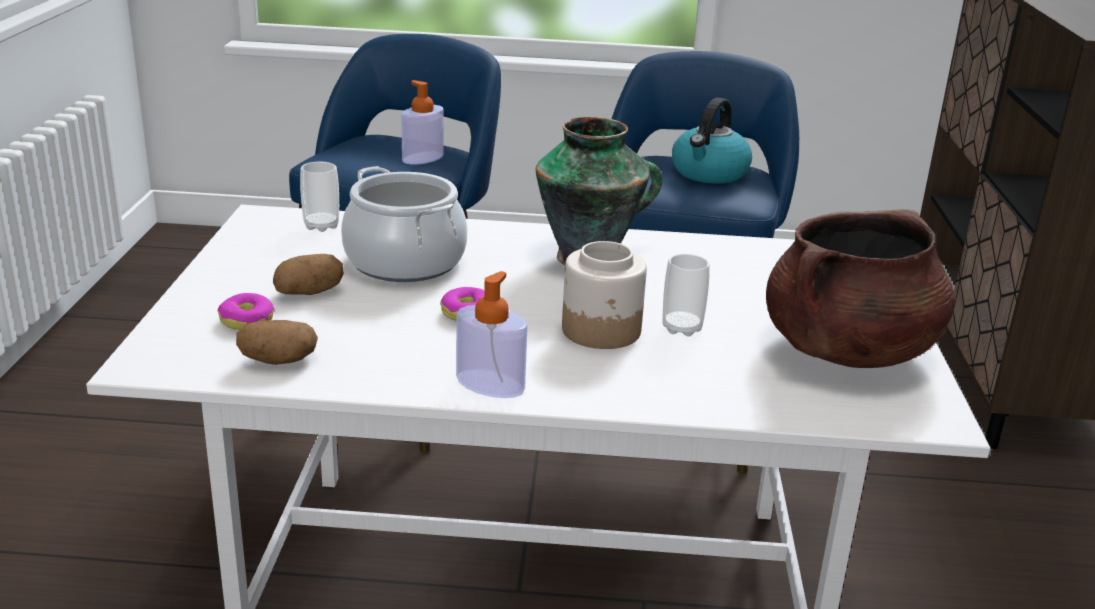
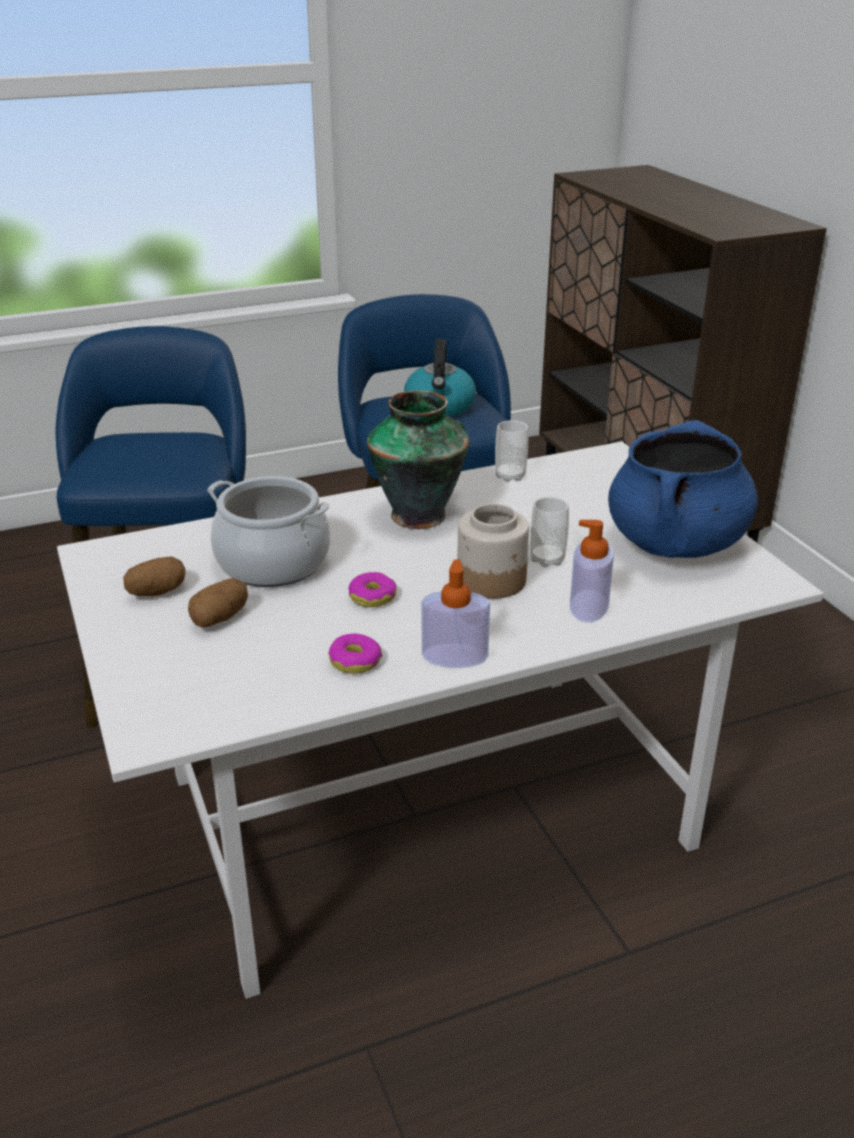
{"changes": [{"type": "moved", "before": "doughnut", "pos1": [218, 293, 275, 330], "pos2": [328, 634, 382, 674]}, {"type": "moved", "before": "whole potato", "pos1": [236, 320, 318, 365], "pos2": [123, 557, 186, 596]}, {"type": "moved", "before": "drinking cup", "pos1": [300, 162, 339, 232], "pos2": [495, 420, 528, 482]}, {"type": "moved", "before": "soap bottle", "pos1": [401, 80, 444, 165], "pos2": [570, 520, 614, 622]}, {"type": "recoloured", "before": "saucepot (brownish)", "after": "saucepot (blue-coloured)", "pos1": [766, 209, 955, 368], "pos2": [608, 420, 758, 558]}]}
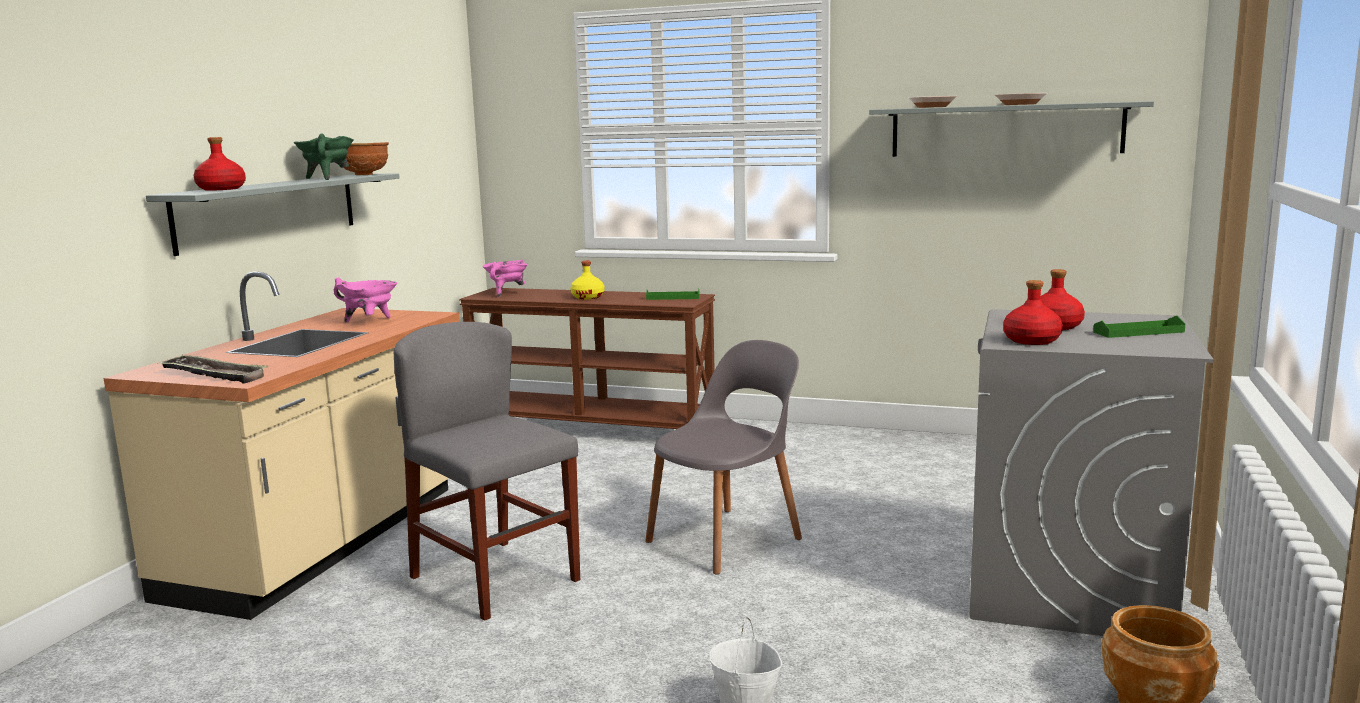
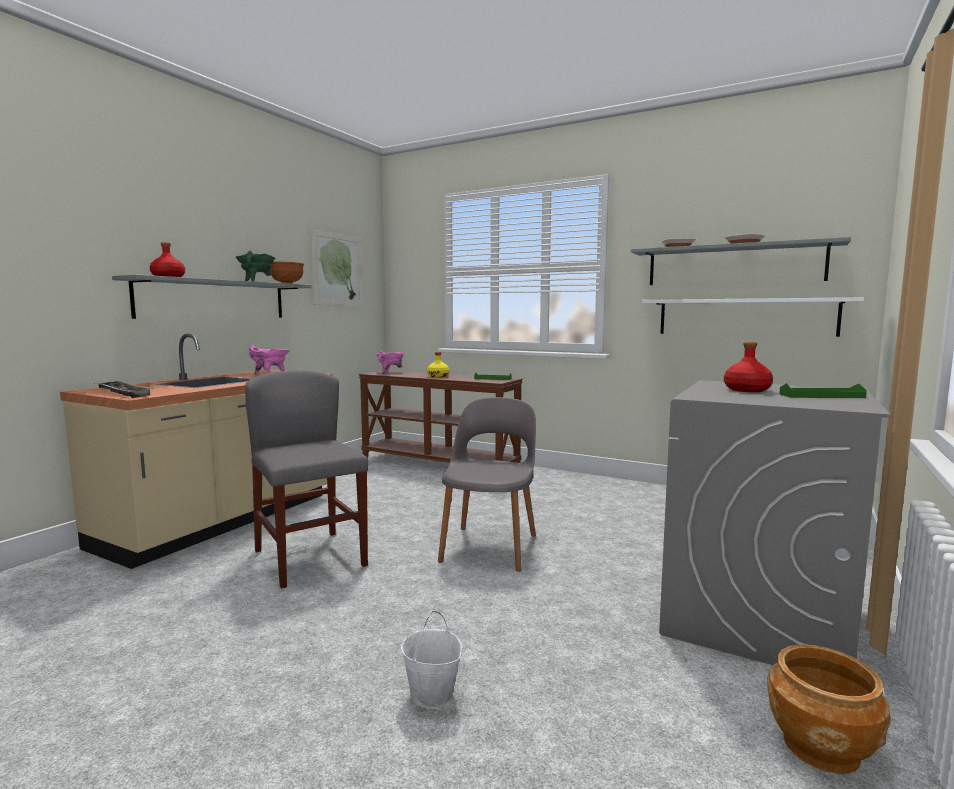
{"changes": [{"type": "turned", "before": "upright chair (gray)", "pos1": [645, 340, 802, 574], "pos2": [438, 397, 536, 572], "turn": -45}, {"type": "removed", "before": "bottle (red-coloured)", "pos1": [1003, 280, 1063, 345]}, {"type": "added", "after": "wall picture", "pos2": [311, 230, 363, 306]}, {"type": "added", "after": "shelf (whitish)", "pos2": [642, 297, 864, 337]}]}
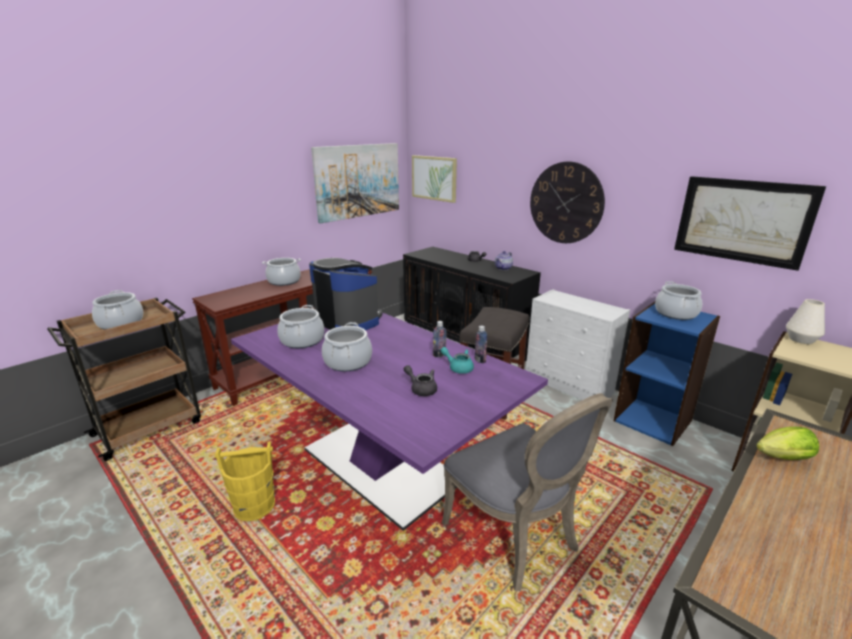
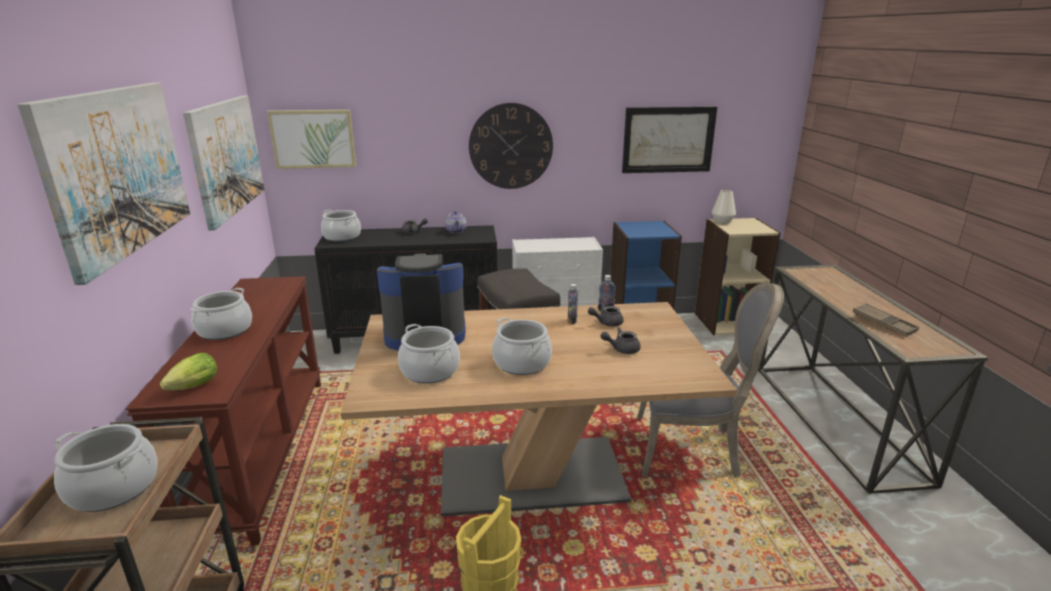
{"changes": [{"type": "recoloured", "before": "dinner table (purplish)", "after": "dinner table (brownish)", "pos1": [231, 312, 548, 531], "pos2": [341, 302, 737, 517]}, {"type": "recoloured", "before": "teapot (turquoise)", "after": "teapot (gray)", "pos1": [440, 347, 474, 374], "pos2": [588, 303, 624, 326]}, {"type": "moved", "before": "saucepot", "pos1": [655, 281, 702, 320], "pos2": [321, 210, 361, 242]}, {"type": "moved", "before": "lettuce", "pos1": [756, 427, 819, 460], "pos2": [160, 353, 217, 390]}, {"type": "added", "after": "wall picture", "pos2": [17, 83, 190, 285]}, {"type": "added", "after": "tray (brownish)", "pos2": [853, 303, 919, 336]}]}
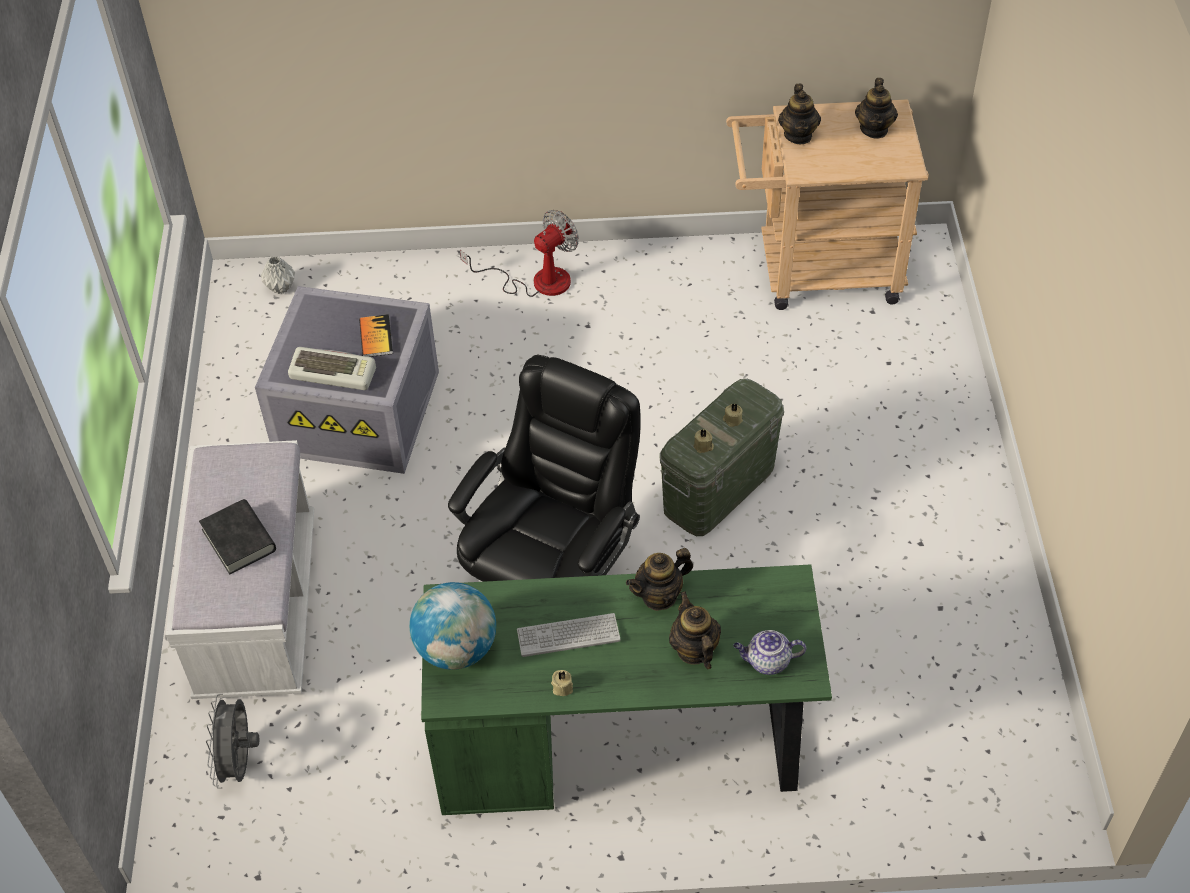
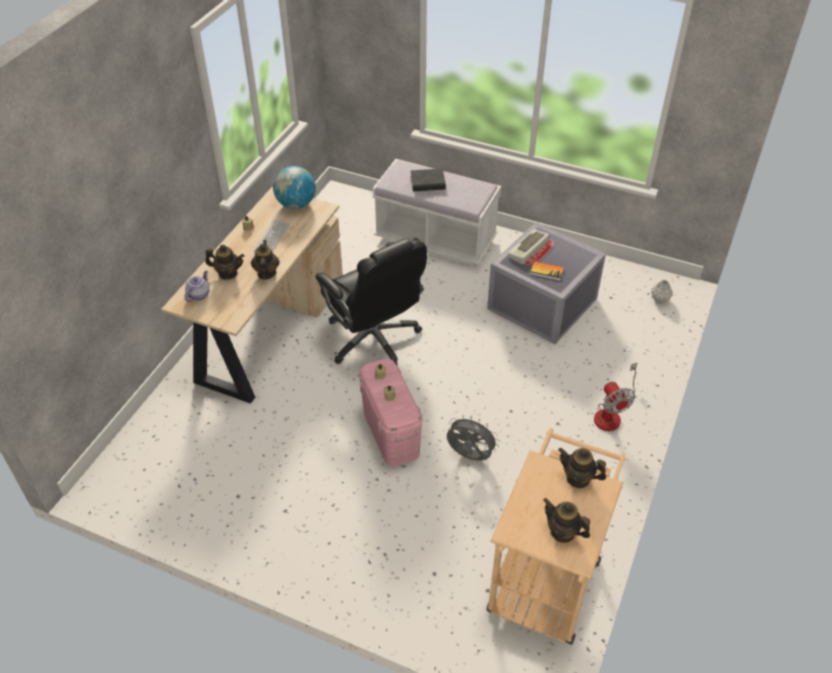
{"changes": [{"type": "moved", "before": "fan (gray)", "pos1": [206, 694, 259, 789], "pos2": [447, 415, 500, 460]}, {"type": "recoloured", "before": "desk (greenish)", "after": "desk (beige)", "pos1": [421, 564, 832, 815], "pos2": [161, 187, 343, 404]}, {"type": "recoloured", "before": "storage container (greenish)", "after": "storage container (pink-coloured)", "pos1": [659, 379, 784, 536], "pos2": [359, 359, 423, 467]}]}
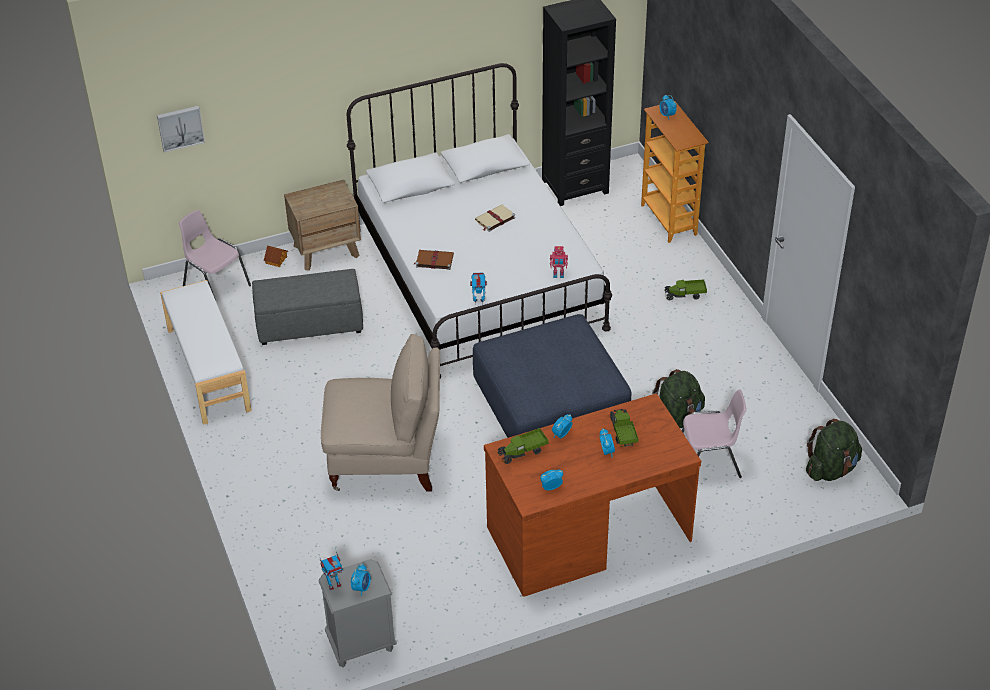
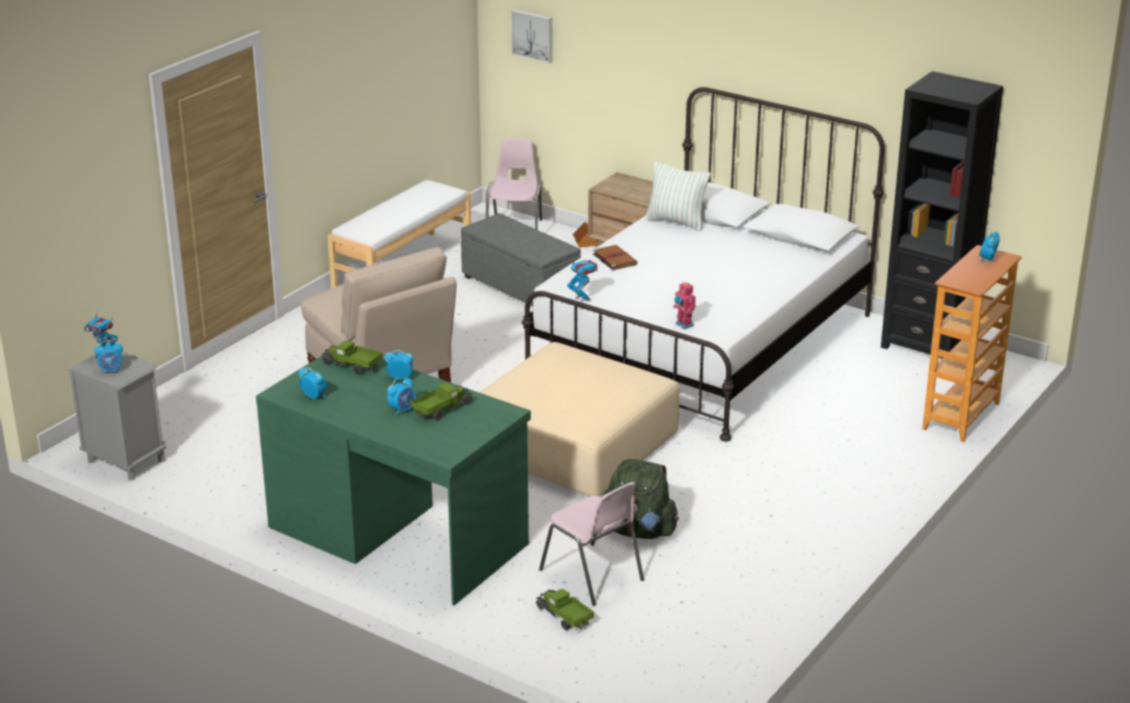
{"changes": [{"type": "recoloured", "before": "footrest (blue-coloured)", "after": "footrest (beige)", "pos1": [473, 314, 631, 438], "pos2": [479, 342, 679, 497]}, {"type": "removed", "before": "bound book (beige)", "pos1": [475, 204, 515, 232]}, {"type": "recoloured", "before": "desk (brownish)", "after": "desk (greenish)", "pos1": [484, 393, 701, 597], "pos2": [256, 352, 531, 606]}, {"type": "moved", "before": "toy lorry", "pos1": [664, 279, 707, 300], "pos2": [536, 589, 594, 630]}, {"type": "removed", "before": "knapsack (greenish)", "pos1": [806, 419, 862, 481]}, {"type": "added", "after": "throw pillow", "pos2": [645, 162, 710, 231]}]}
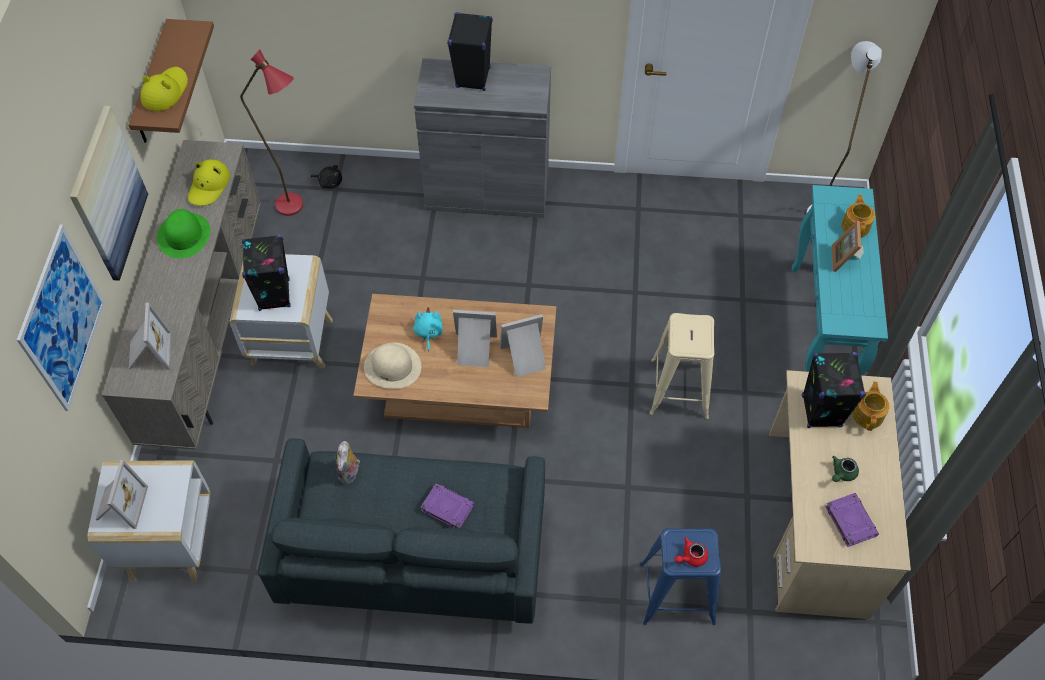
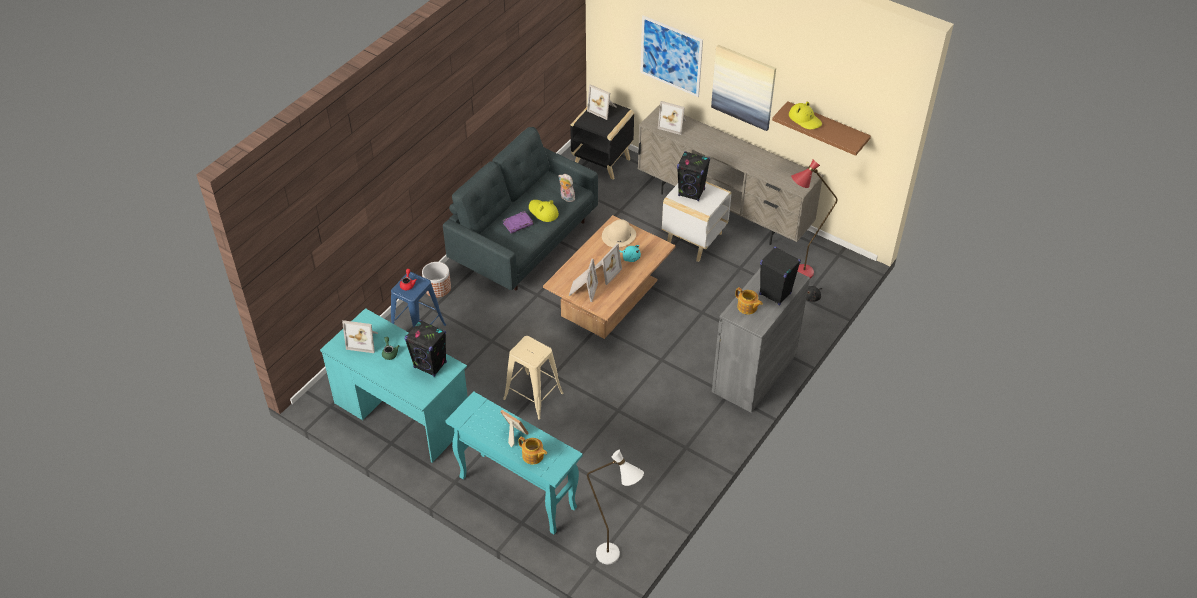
{"changes": [{"type": "recoloured", "before": "end table (whitish)", "after": "end table (blackish)", "pos1": [87, 460, 210, 582], "pos2": [570, 103, 634, 180]}, {"type": "removed", "before": "wearable hat (greenish)", "pos1": [157, 209, 210, 259]}, {"type": "moved", "before": "wearable hat (yellow-coloured)", "pos1": [188, 159, 230, 206], "pos2": [529, 200, 559, 222]}, {"type": "recoloured", "before": "desk (beige)", "after": "desk (turquoise)", "pos1": [769, 370, 911, 619], "pos2": [320, 308, 468, 463]}, {"type": "replaced", "before": "bound book (purplish)", "after": "photo frame", "pos1": [825, 493, 879, 547], "pos2": [342, 320, 378, 353]}, {"type": "moved", "before": "teapot", "pos1": [852, 381, 889, 431], "pos2": [735, 287, 763, 314]}, {"type": "added", "after": "planter", "pos2": [422, 262, 451, 298]}]}
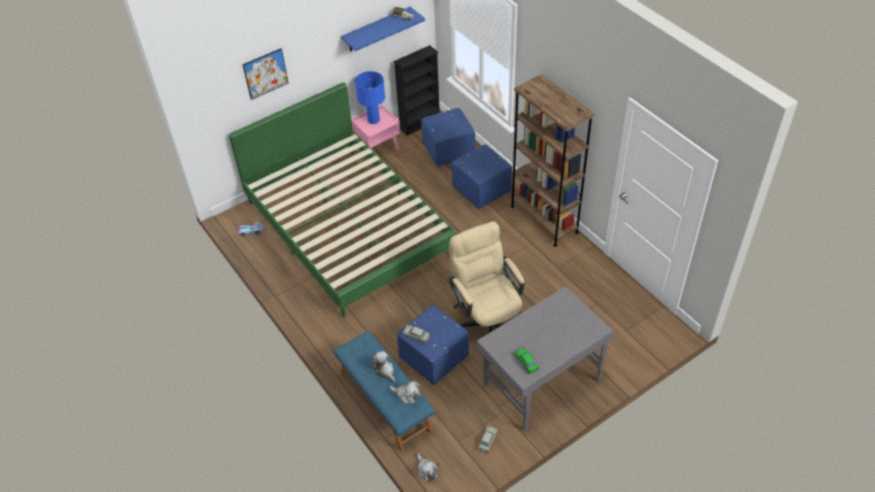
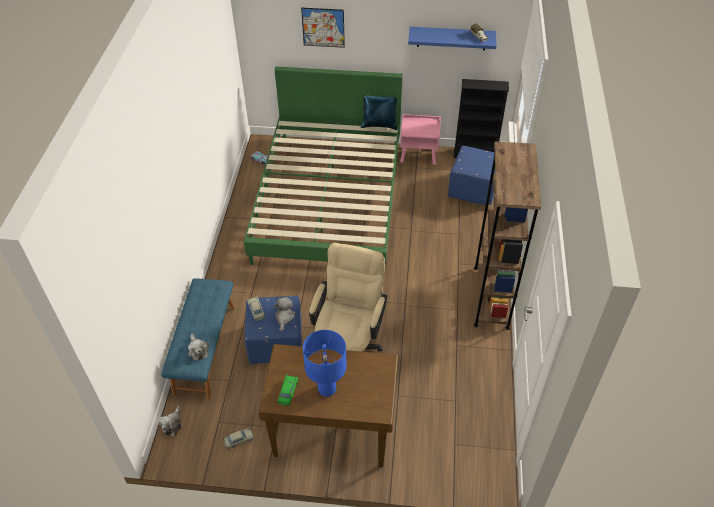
{"changes": [{"type": "moved", "before": "lamp for a table (blue-coloured)", "pos1": [355, 71, 385, 124], "pos2": [303, 330, 347, 397]}, {"type": "moved", "before": "soft toy", "pos1": [372, 351, 395, 382], "pos2": [273, 297, 295, 331]}, {"type": "removed", "before": "footrest (blue-coloured)", "pos1": [452, 144, 512, 209]}, {"type": "recoloured", "before": "desk (gray)", "after": "desk (brownish)", "pos1": [477, 286, 614, 431], "pos2": [258, 344, 398, 468]}, {"type": "added", "after": "throw pillow (blue-coloured)", "pos2": [361, 96, 397, 130]}]}
